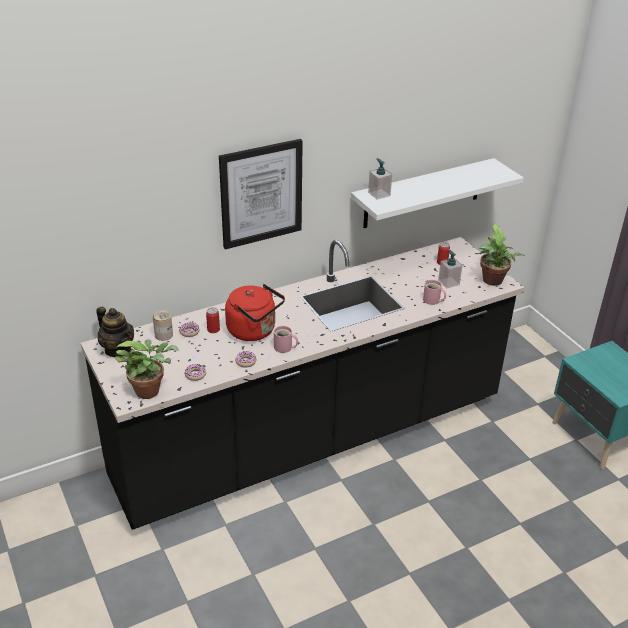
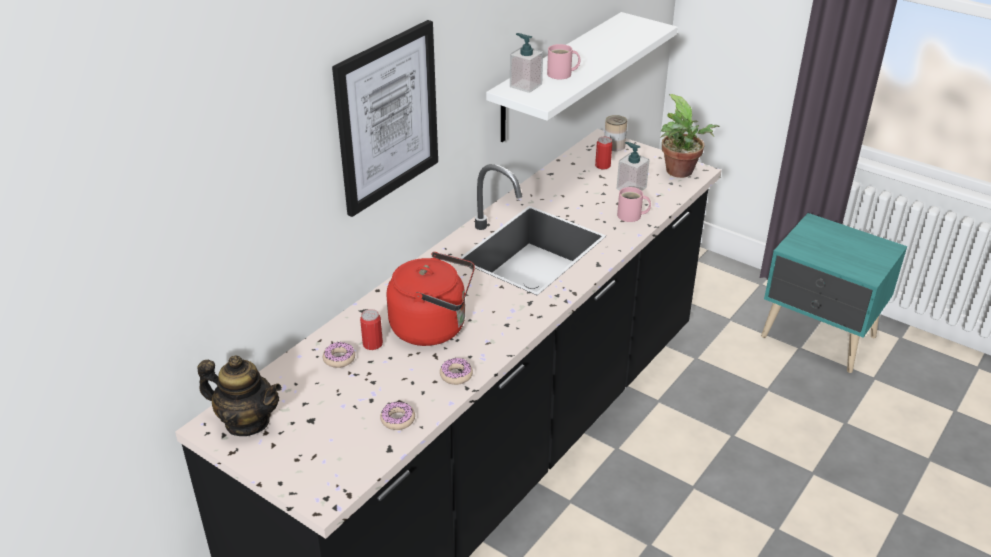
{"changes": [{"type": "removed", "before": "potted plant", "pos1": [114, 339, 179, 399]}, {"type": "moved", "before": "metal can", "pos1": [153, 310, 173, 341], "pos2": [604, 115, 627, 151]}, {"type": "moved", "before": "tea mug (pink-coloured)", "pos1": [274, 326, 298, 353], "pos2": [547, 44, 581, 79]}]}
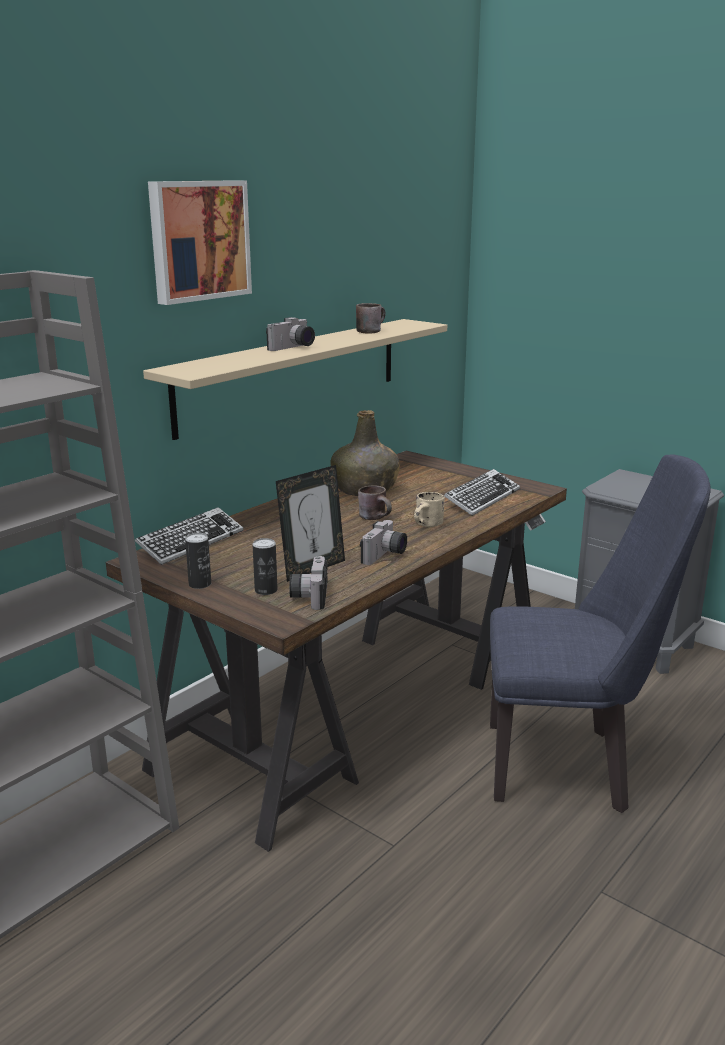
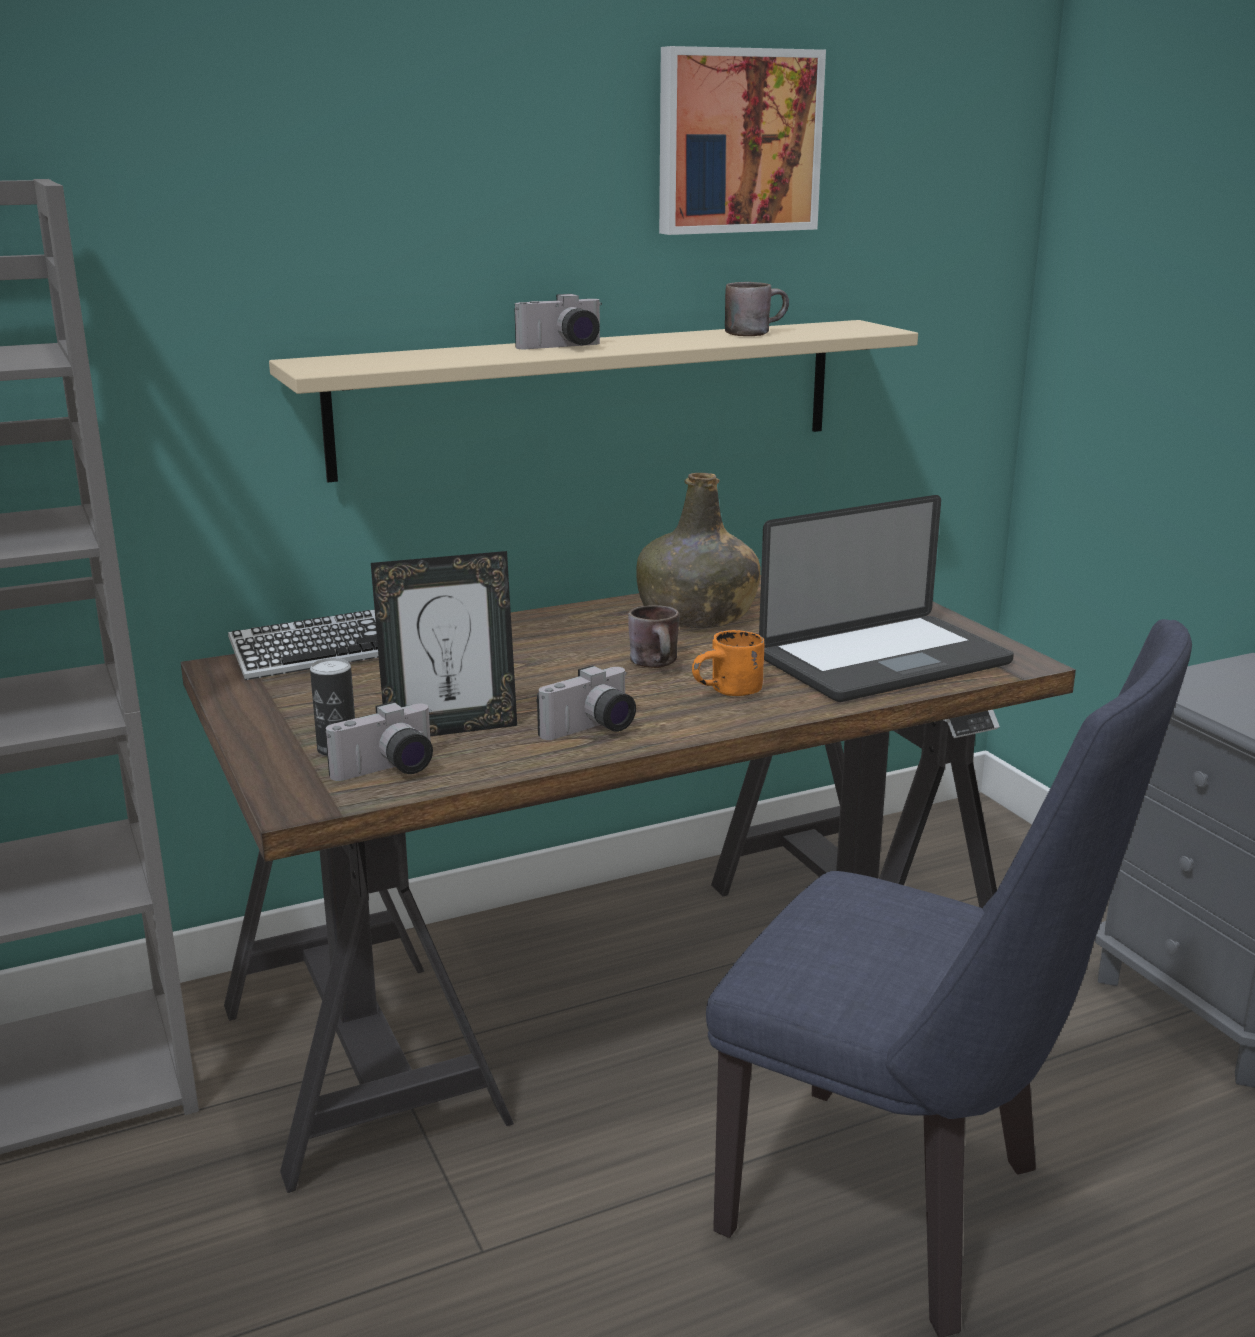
{"changes": [{"type": "moved", "before": "wall picture", "pos1": [148, 180, 252, 305], "pos2": [659, 46, 826, 235]}, {"type": "removed", "before": "metal can", "pos1": [185, 533, 211, 589]}, {"type": "turned", "before": "still camera", "pos1": [289, 556, 328, 610], "pos2": [325, 702, 433, 781], "turn": -150}, {"type": "recoloured", "before": "tea mug (beige)", "after": "tea mug (orange-coloured)", "pos1": [414, 492, 445, 527], "pos2": [692, 630, 764, 696]}, {"type": "replaced", "before": "computer keyboard", "after": "notebook computer", "pos1": [444, 469, 520, 516], "pos2": [759, 495, 1014, 702]}]}
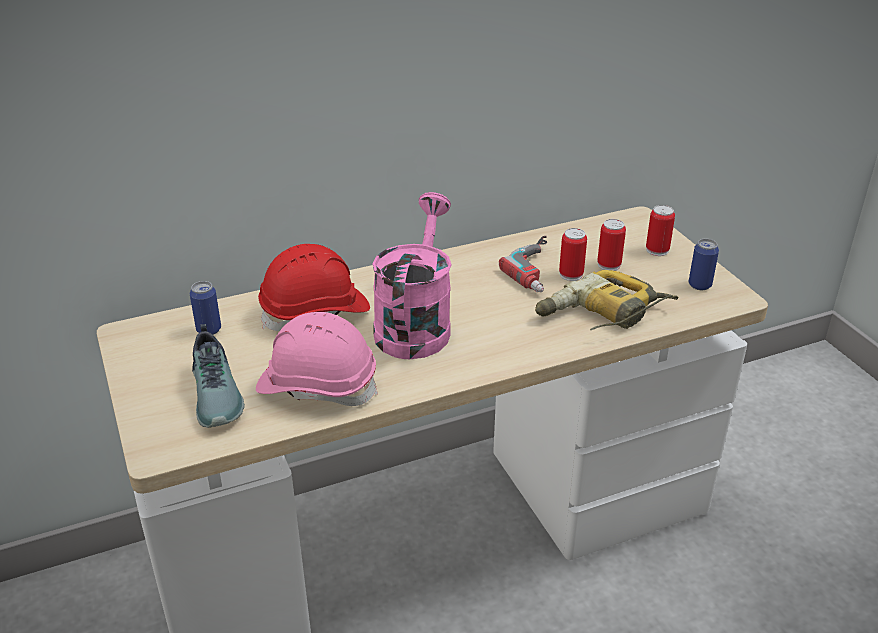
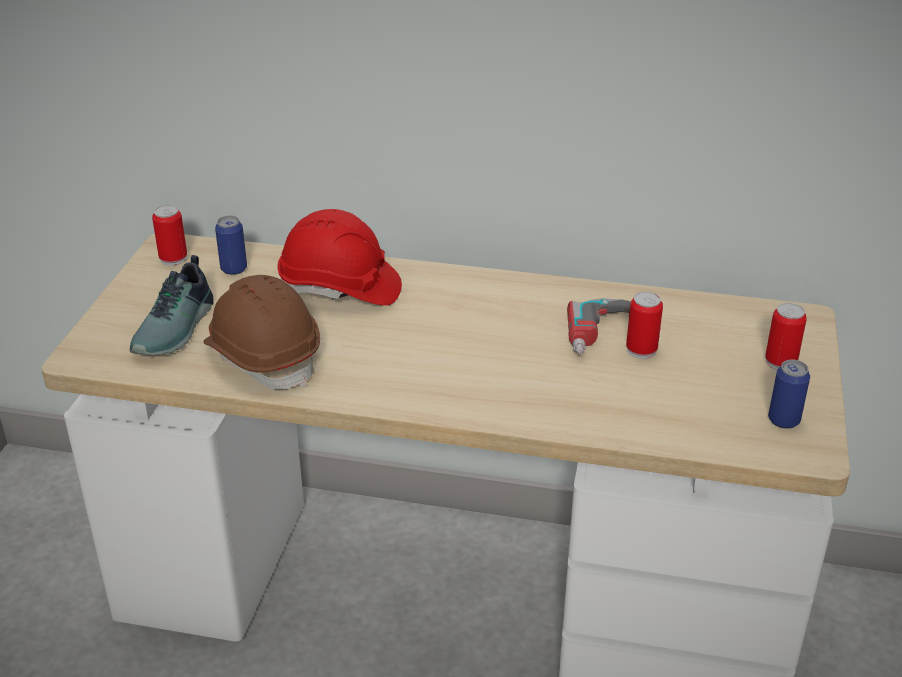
{"changes": [{"type": "recoloured", "before": "hard hat (pink-coloured)", "after": "hard hat (brownish)", "pos1": [256, 312, 378, 406], "pos2": [203, 275, 320, 389]}, {"type": "removed", "before": "sprinkling can (pink-coloured)", "pos1": [372, 192, 452, 359]}, {"type": "removed", "before": "power drill", "pos1": [535, 270, 678, 330]}, {"type": "moved", "before": "metal can", "pos1": [597, 219, 626, 271], "pos2": [152, 205, 187, 266]}]}
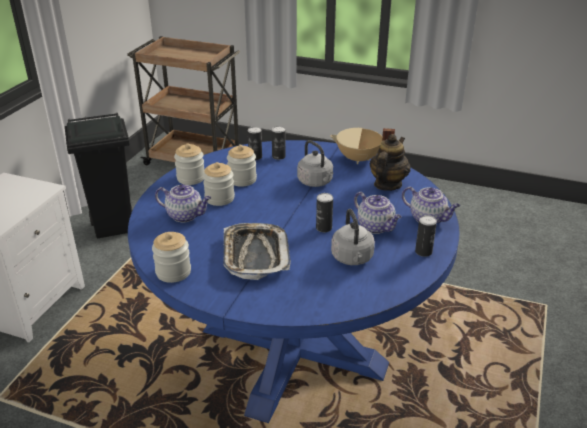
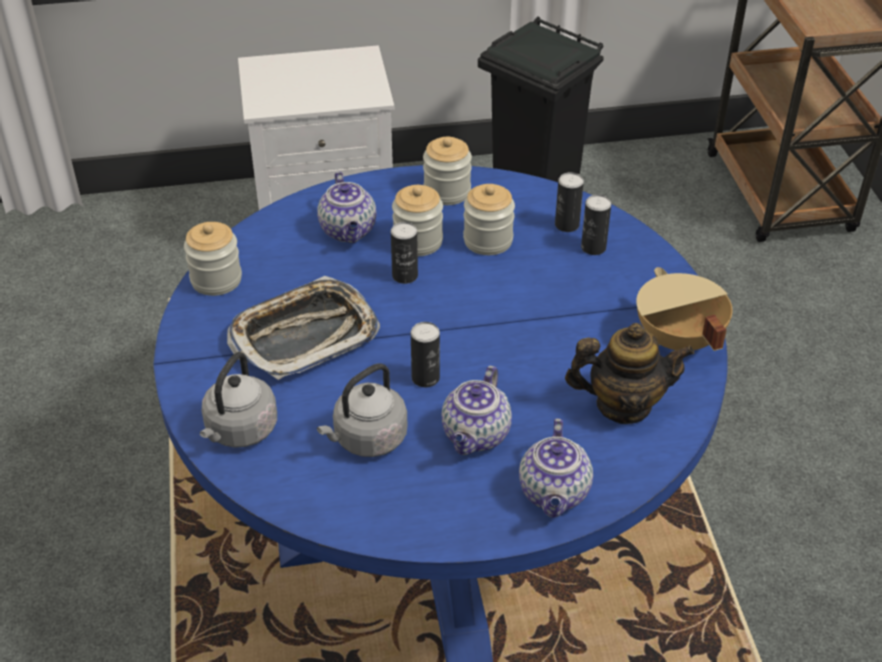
{"changes": [{"type": "moved", "before": "water kettle (gray)", "pos1": [297, 140, 333, 187], "pos2": [200, 352, 277, 448]}, {"type": "moved", "before": "metal can", "pos1": [415, 215, 437, 257], "pos2": [391, 222, 418, 284]}]}
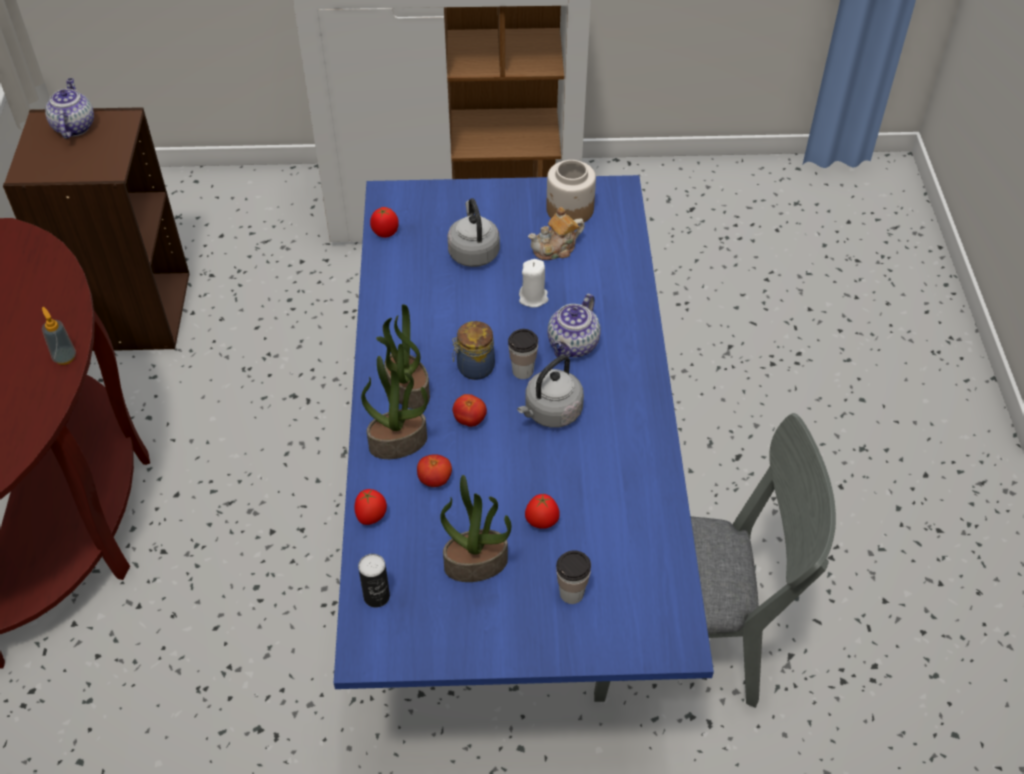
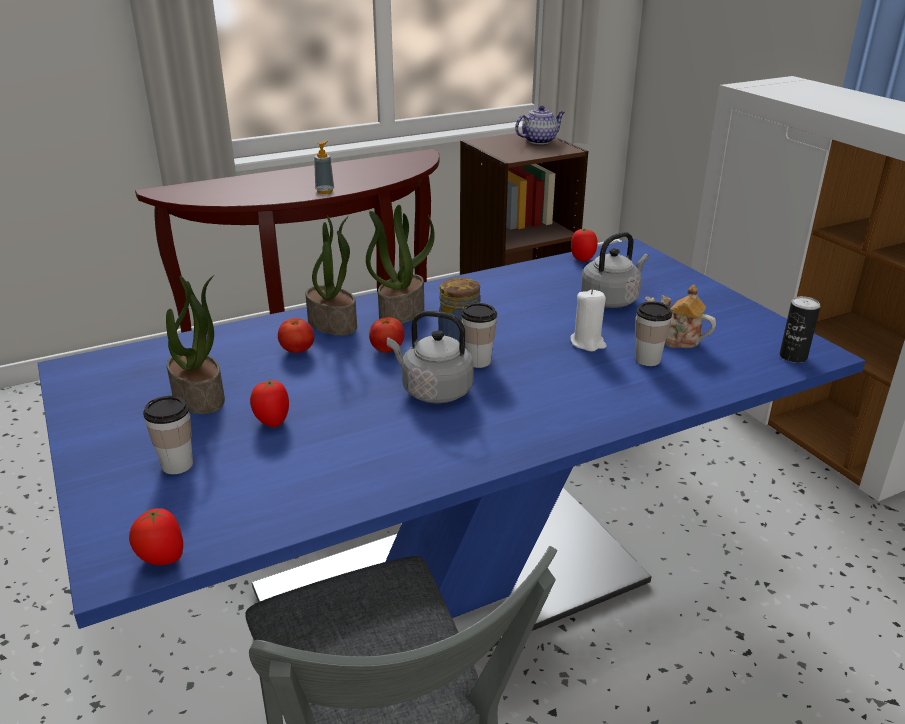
{"changes": [{"type": "moved", "before": "fresh tomato", "pos1": [354, 489, 387, 525], "pos2": [129, 508, 183, 565]}, {"type": "moved", "before": "metal can", "pos1": [358, 554, 390, 608], "pos2": [780, 296, 820, 363]}, {"type": "removed", "before": "jar", "pos1": [546, 160, 596, 225]}, {"type": "removed", "before": "teapot", "pos1": [548, 294, 600, 357]}, {"type": "added", "after": "drinking cup", "pos2": [635, 301, 672, 366]}]}
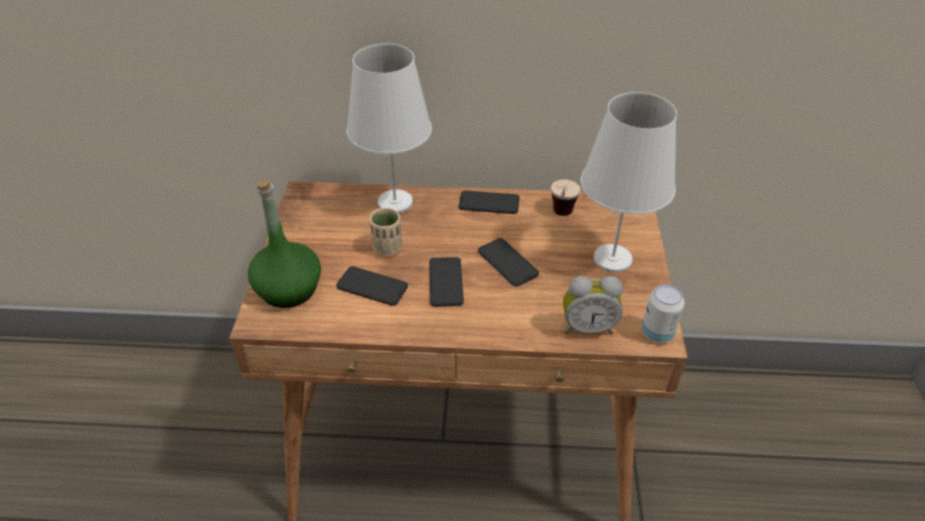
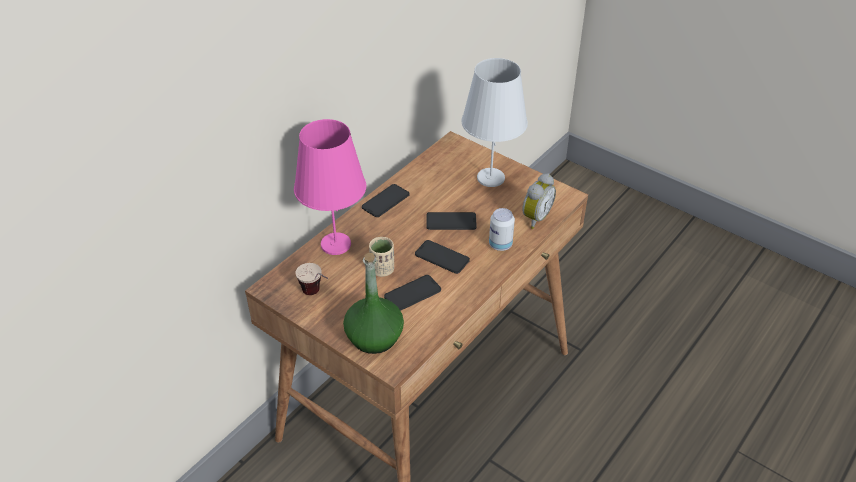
{"changes": [{"type": "recoloured", "before": "lamp for a table (whitish)", "after": "lamp for a table (pink-coloured)", "pos1": [346, 43, 432, 213], "pos2": [294, 119, 366, 255]}, {"type": "moved", "before": "drinking cup", "pos1": [551, 180, 580, 216], "pos2": [295, 263, 328, 295]}, {"type": "moved", "before": "metal can", "pos1": [642, 284, 685, 343], "pos2": [489, 208, 515, 251]}]}
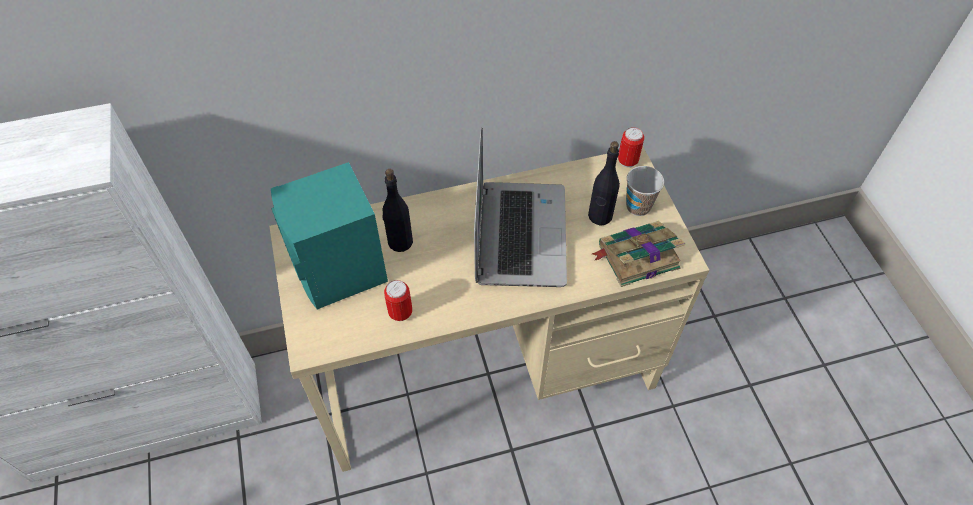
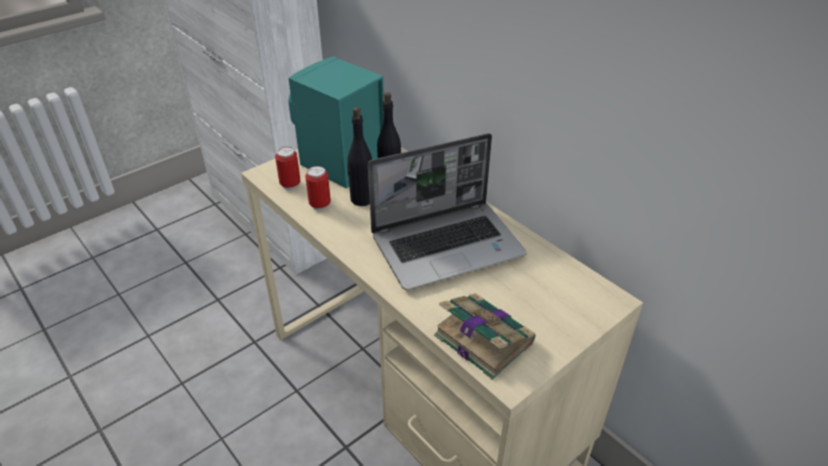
{"changes": [{"type": "moved", "before": "bottle (blackish)", "pos1": [588, 141, 620, 226], "pos2": [347, 107, 372, 206]}, {"type": "moved", "before": "metal can", "pos1": [618, 127, 644, 168], "pos2": [275, 147, 301, 190]}, {"type": "removed", "before": "drinking cup", "pos1": [626, 166, 664, 216]}]}
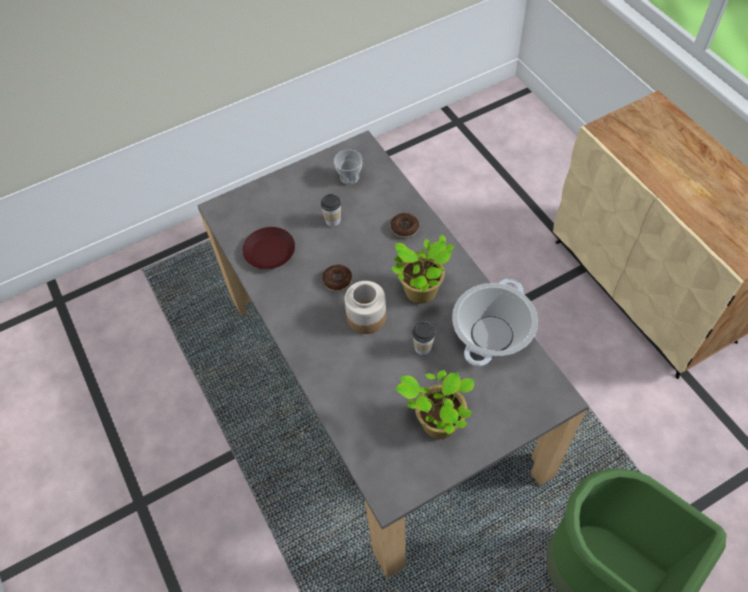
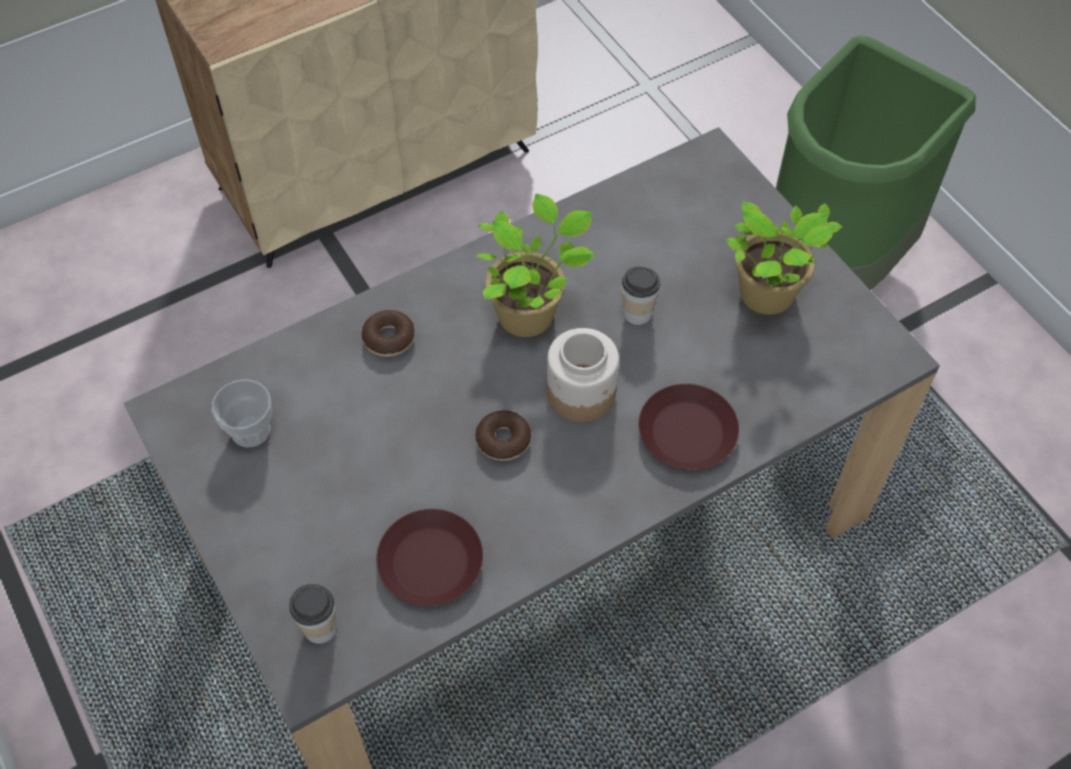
{"changes": [{"type": "moved", "before": "drinking cup", "pos1": [321, 194, 341, 227], "pos2": [289, 584, 337, 644]}, {"type": "removed", "before": "saucepot", "pos1": [452, 279, 538, 366]}, {"type": "added", "after": "plate (brownish)", "pos2": [639, 384, 739, 470]}]}
